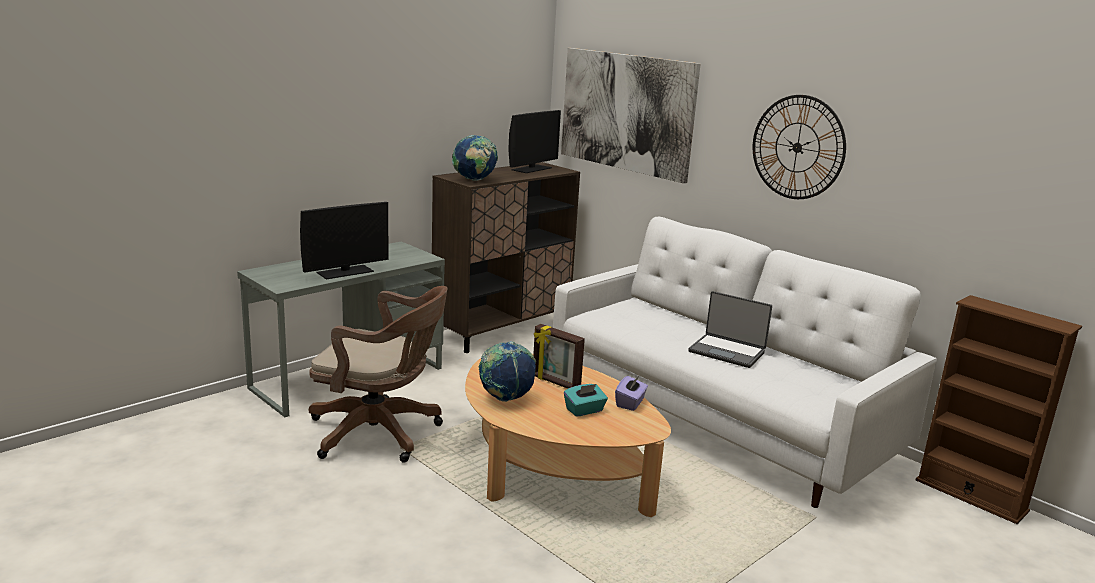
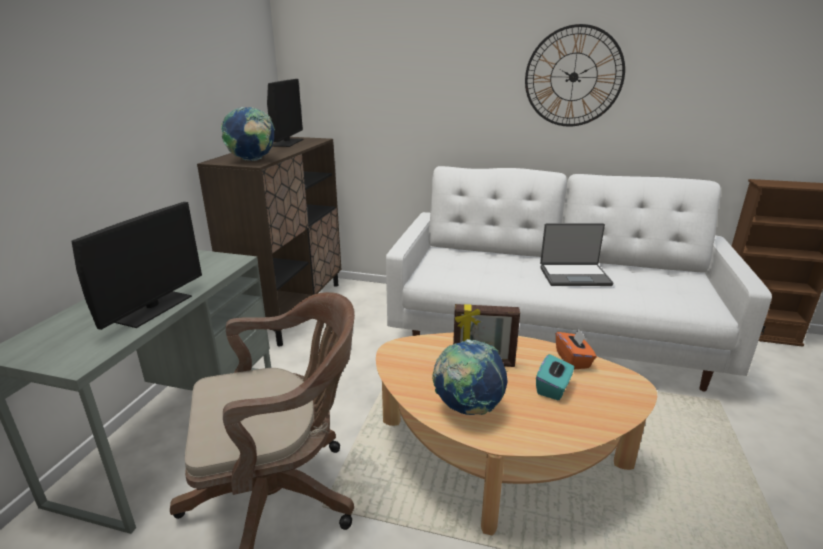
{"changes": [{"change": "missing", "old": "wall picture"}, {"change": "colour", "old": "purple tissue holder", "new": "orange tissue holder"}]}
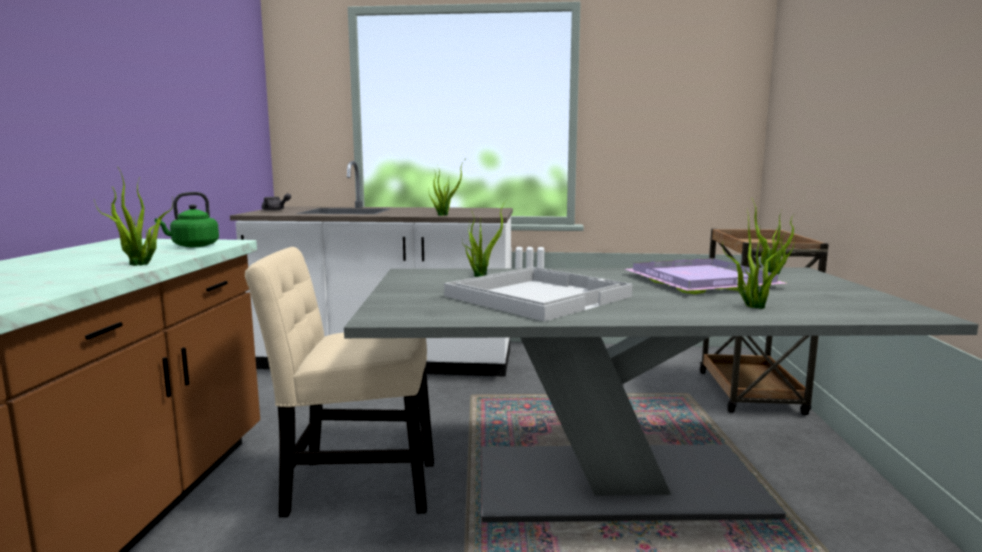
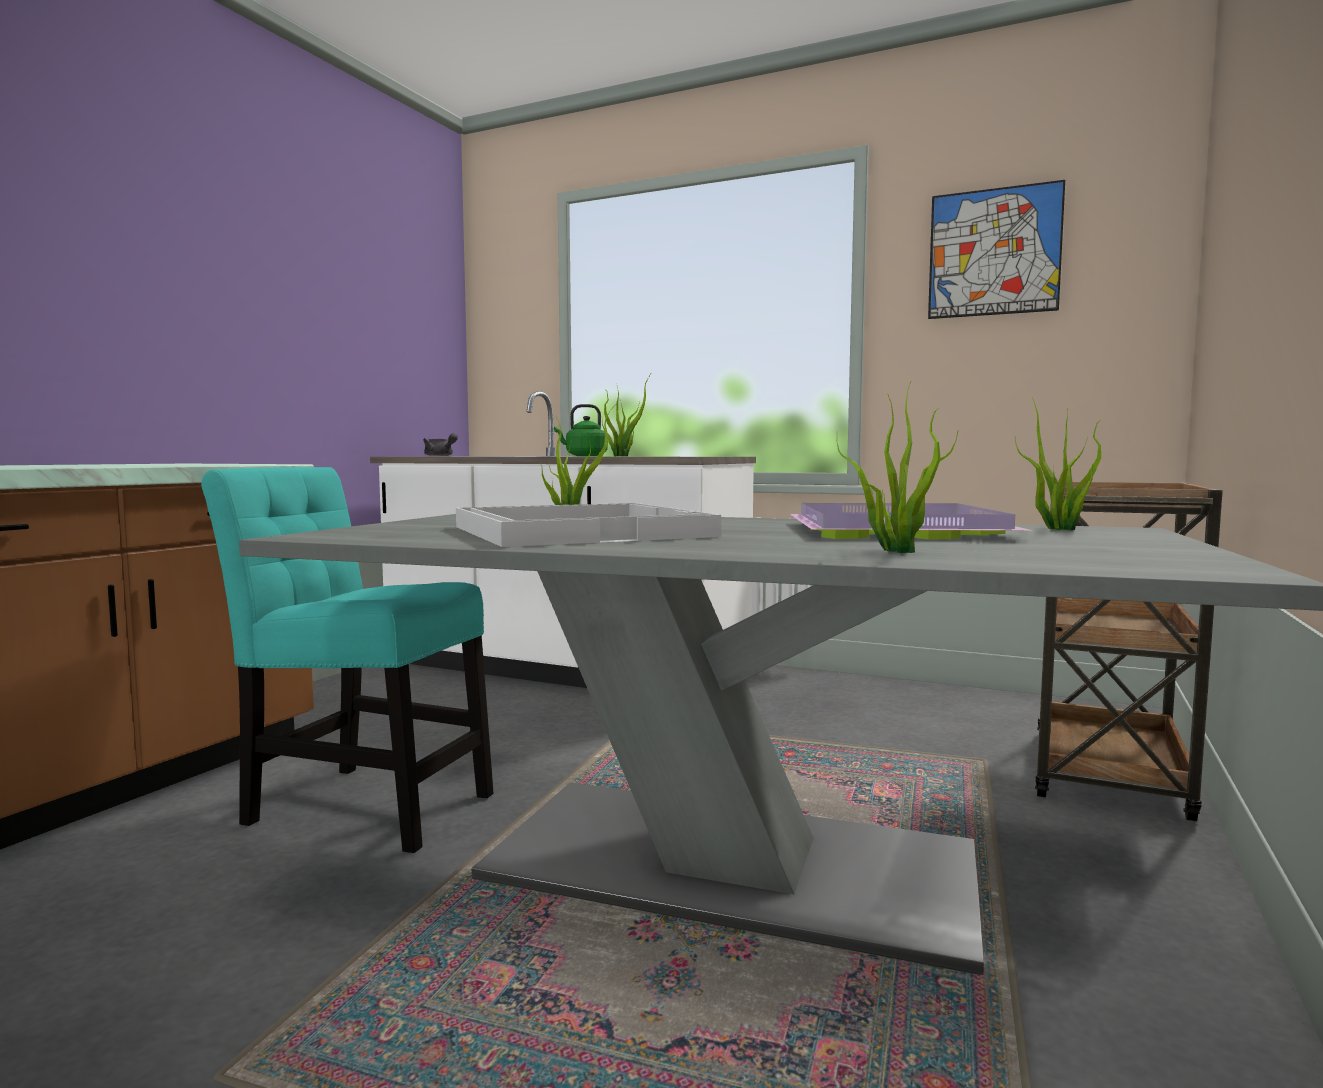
{"changes": [{"change": "missing", "old": "plant in a pot (no. 1 from left)"}, {"change": "appeared", "new": "wall picture"}, {"change": "relocated", "old": "green-coloured kettle"}, {"change": "colour", "old": "sand-coloured upright chair", "new": "blue-green upright chair"}]}
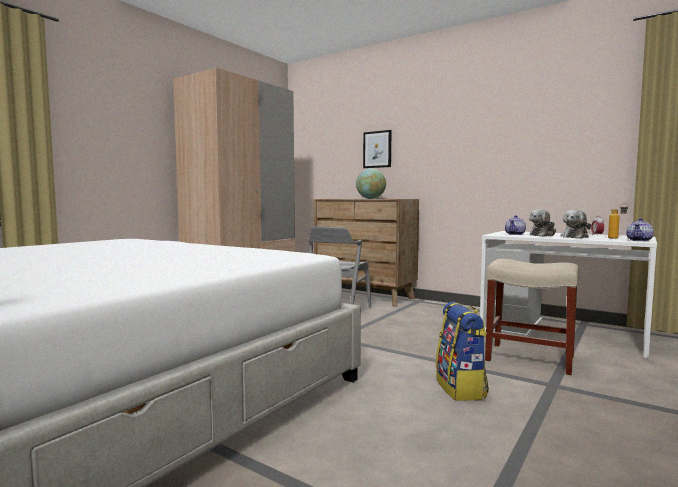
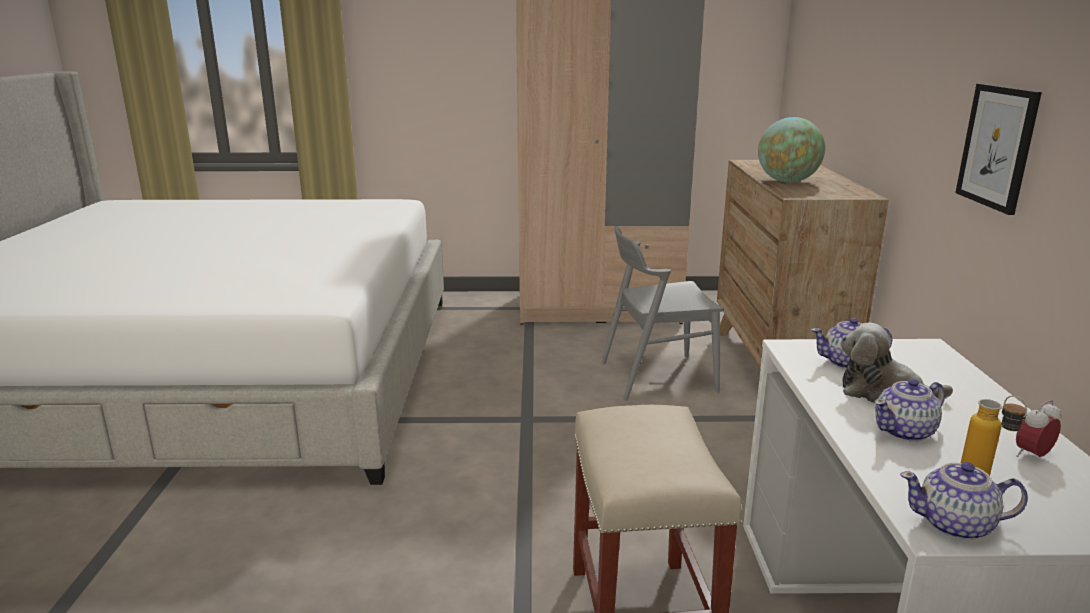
{"changes": [{"change": "missing", "old": "rucksack"}, {"change": "relocated", "old": "wall picture"}, {"change": "exchanged", "old": "plush toy (no. 2 from left)", "new": "tea pot (no. 2 from left)"}]}
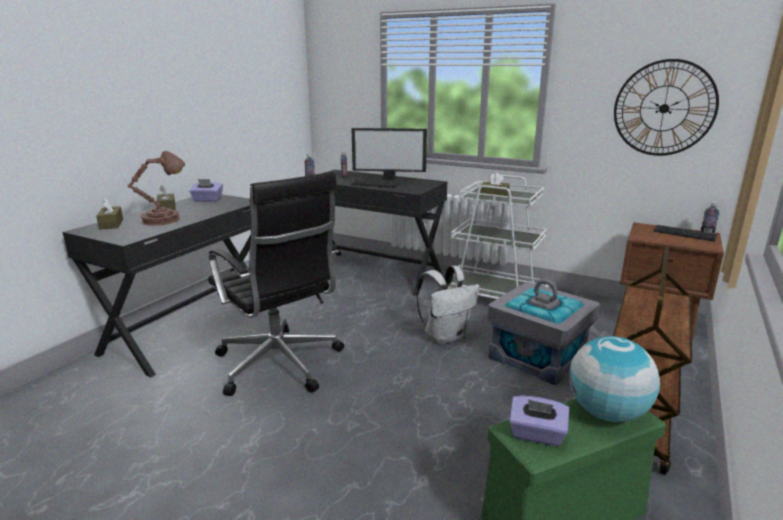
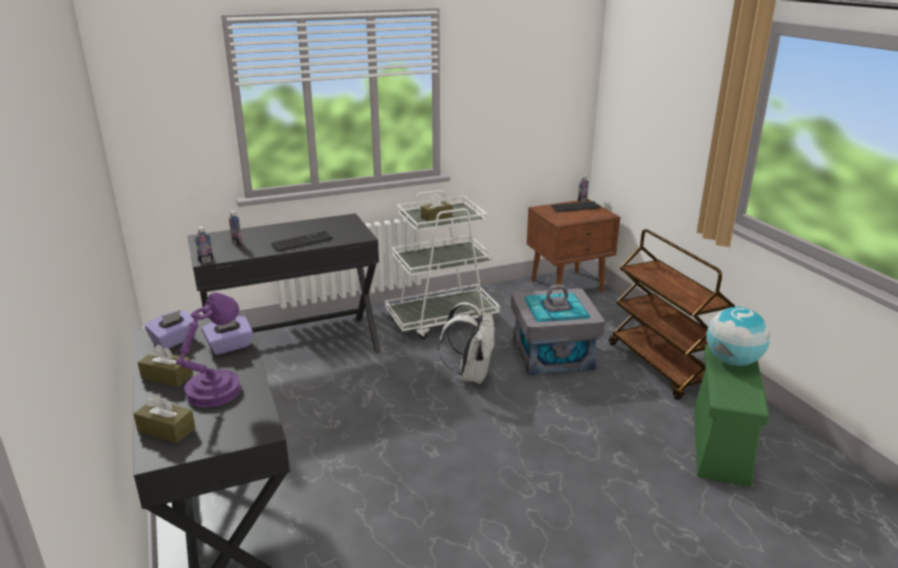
{"changes": [{"change": "missing", "old": "black computer chair"}, {"change": "missing", "old": "monitor"}, {"change": "missing", "old": "wall clock"}, {"change": "relocated", "old": "purple tissue holder (no. 2 from left)"}, {"change": "colour", "old": "brownish tabletop lamp", "new": "purple tabletop lamp"}]}
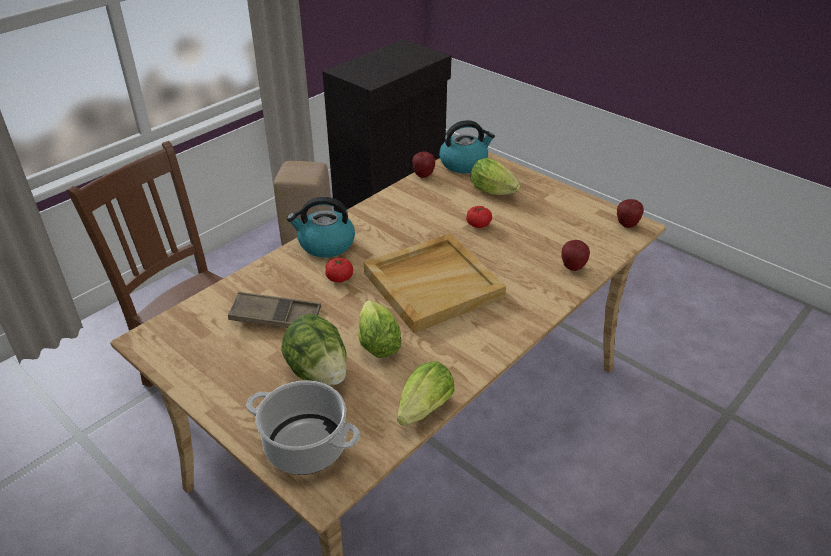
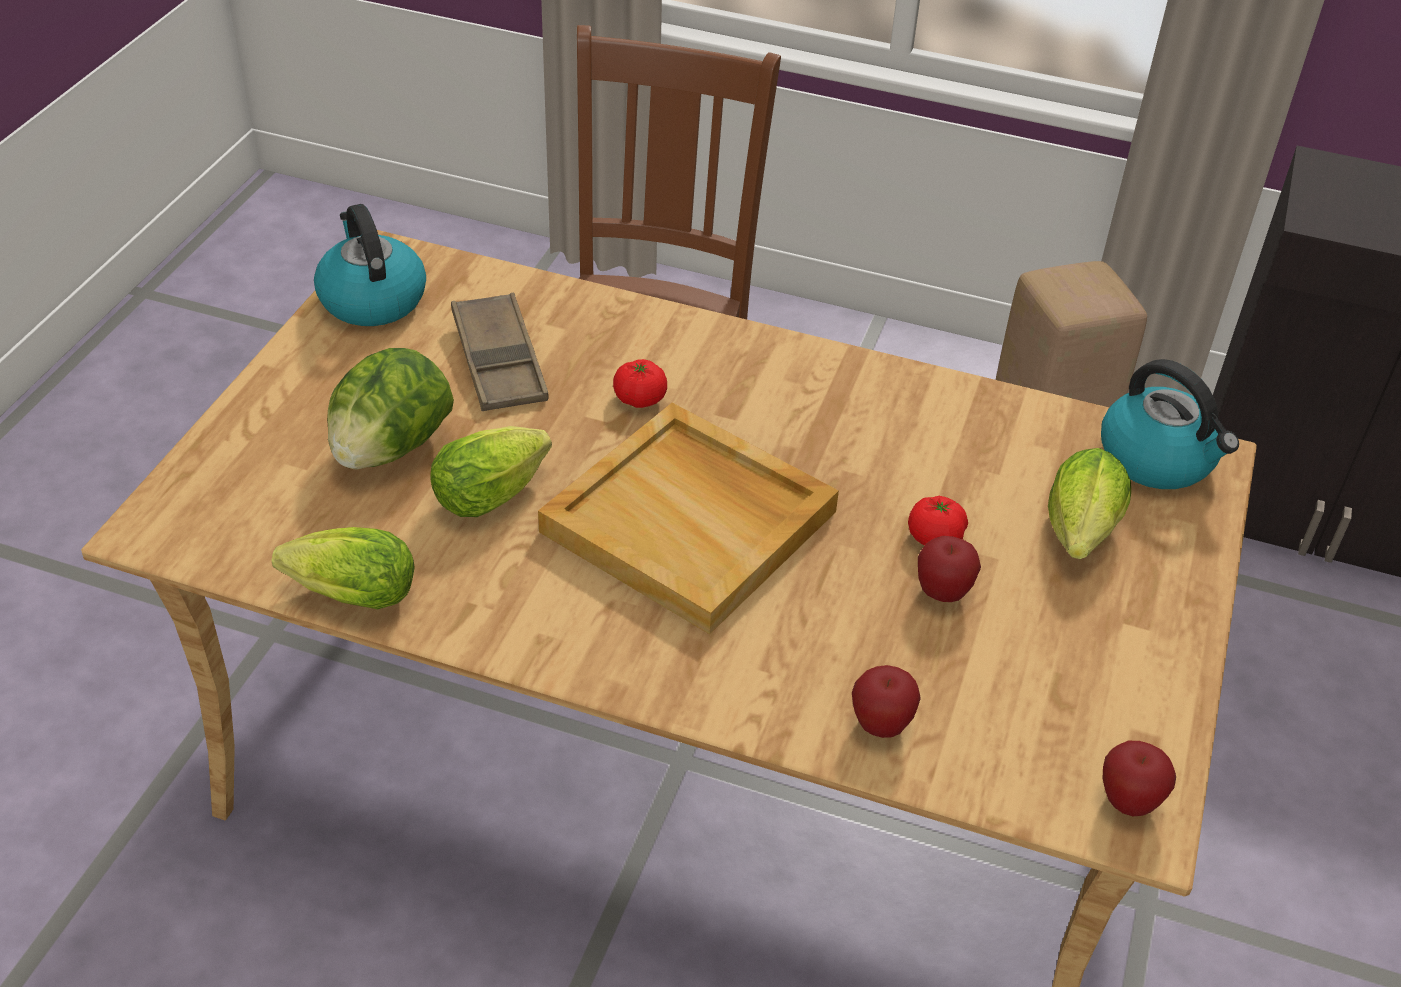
{"changes": [{"change": "missing", "old": "saucepot"}, {"change": "relocated", "old": "kettle (no. 1 from left)"}, {"change": "relocated", "old": "apple (no. 1 from left in the first image)", "new": "apple (no. 2 from left)"}]}
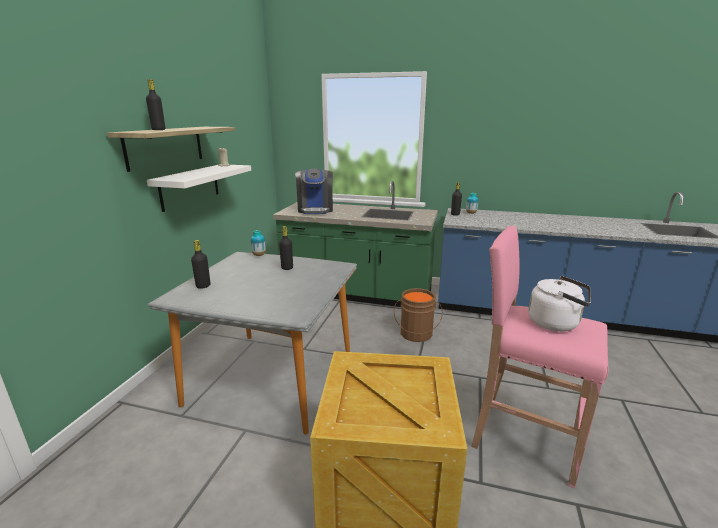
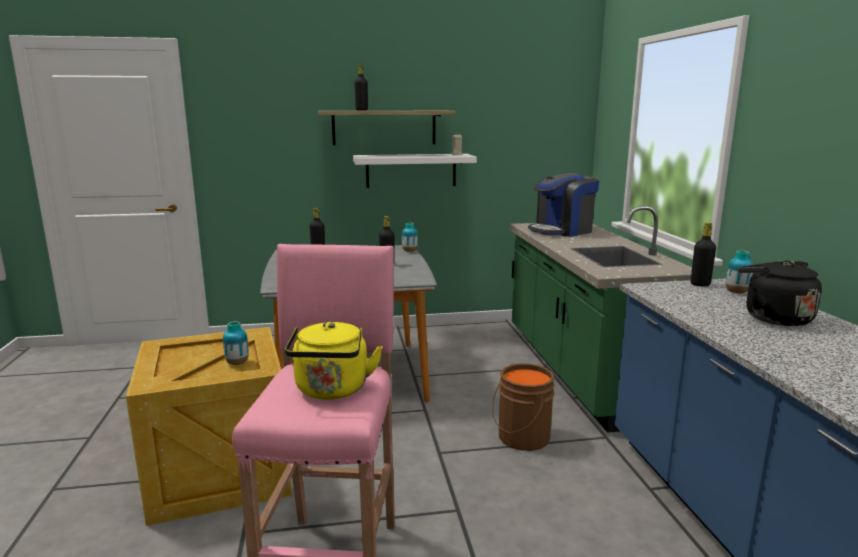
{"changes": [{"change": "appeared", "new": "decorative vase (no. 1 from left)"}, {"change": "appeared", "new": "black kettle"}, {"change": "colour", "old": "whitish kettle", "new": "yellowish kettle"}]}
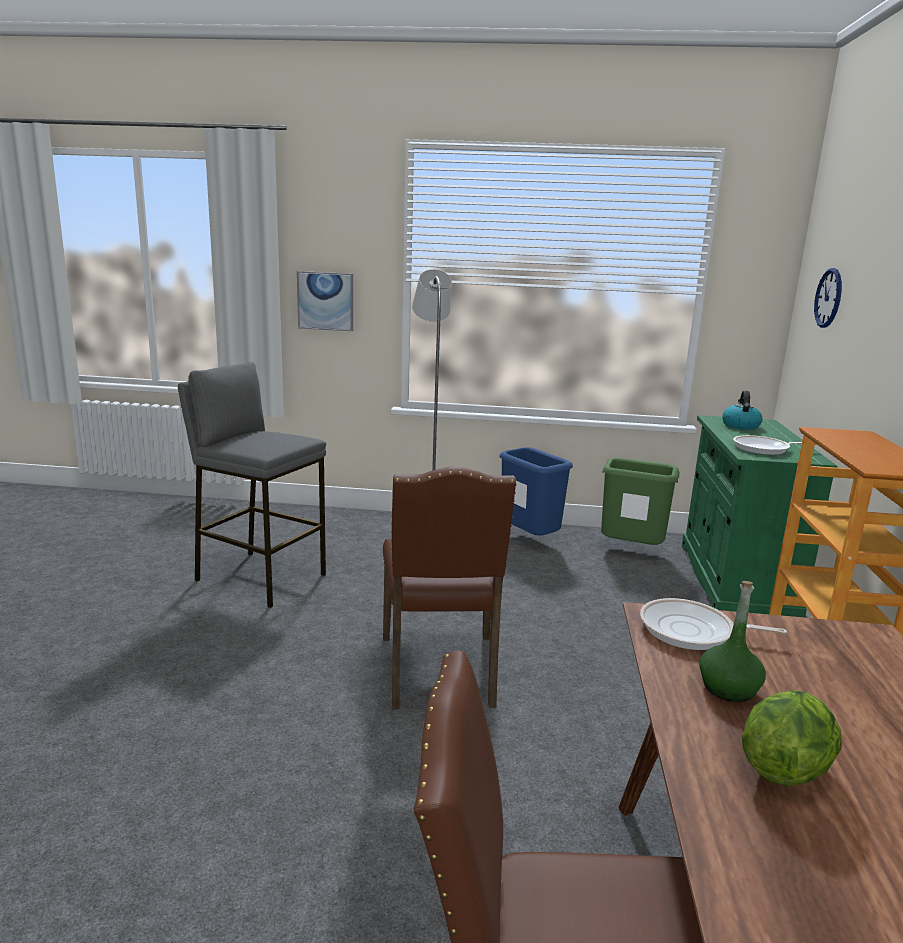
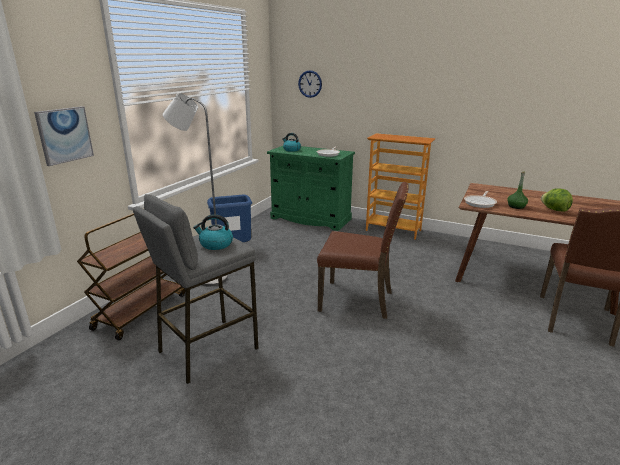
{"changes": [{"change": "missing", "old": "green-coloured trash can"}, {"change": "appeared", "new": "brownish wheeled cart"}, {"change": "appeared", "new": "kettle (no. 1 from left)"}]}
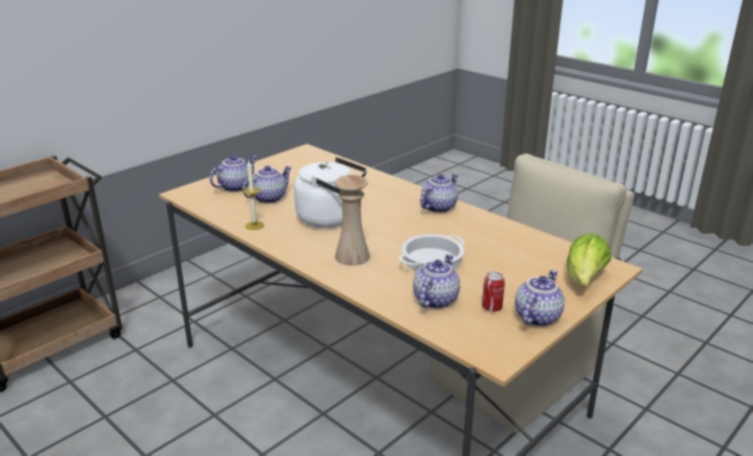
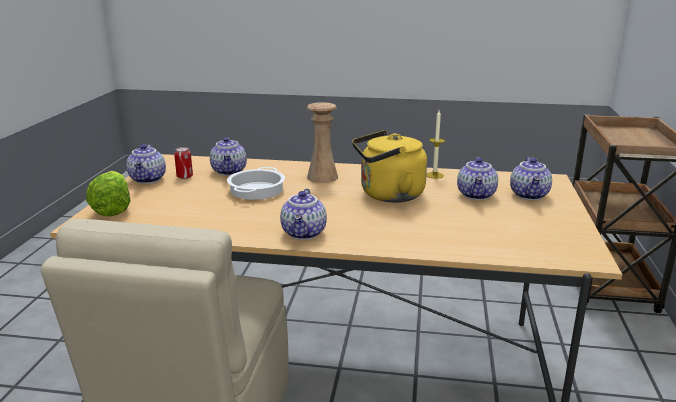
{"changes": [{"change": "colour", "old": "whitish kettle", "new": "yellowish kettle"}]}
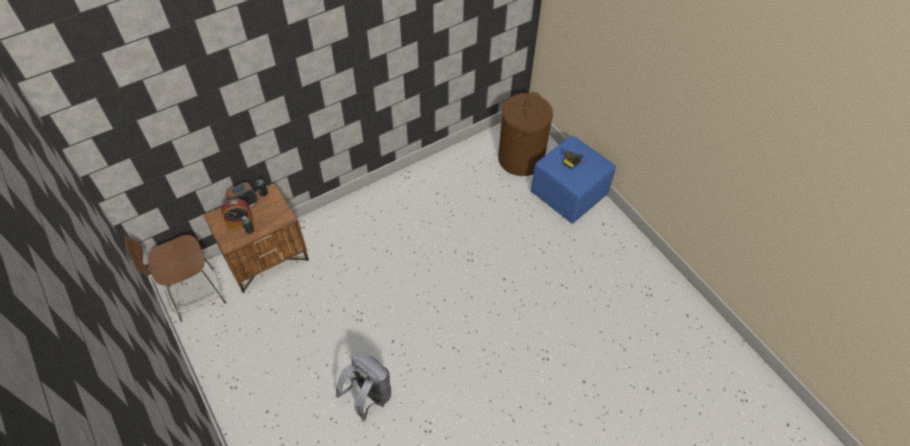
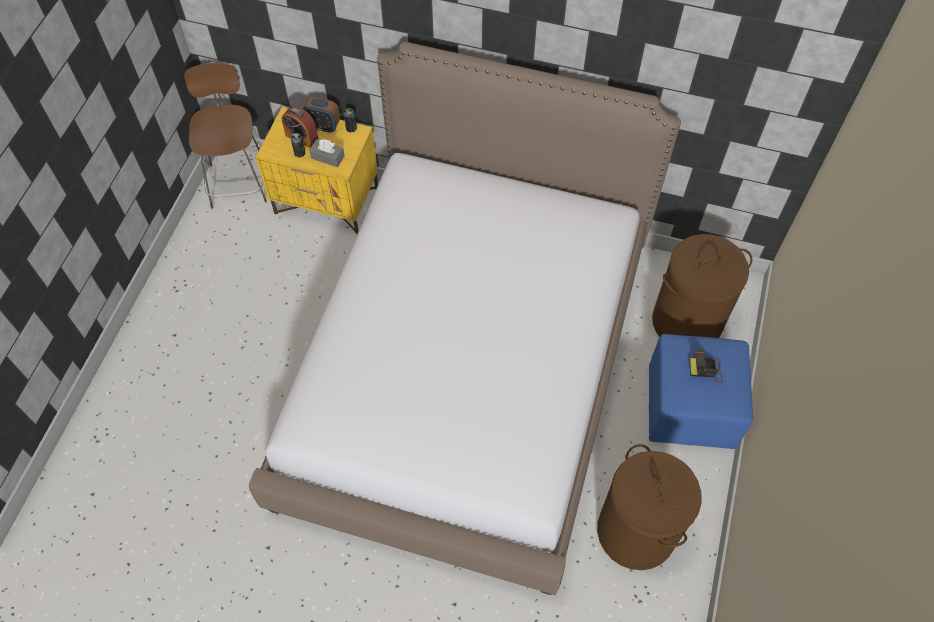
{"changes": [{"change": "missing", "old": "grey rucksack"}, {"change": "appeared", "new": "sleeping bed"}, {"change": "appeared", "new": "grey tissue holder"}, {"change": "appeared", "new": "brownish laundry basket (no. 1 from left)"}, {"change": "colour", "old": "brownish bedside table", "new": "yellowish bedside table"}, {"change": "spun", "old": "brownish upright chair", "degrees": 60}]}
